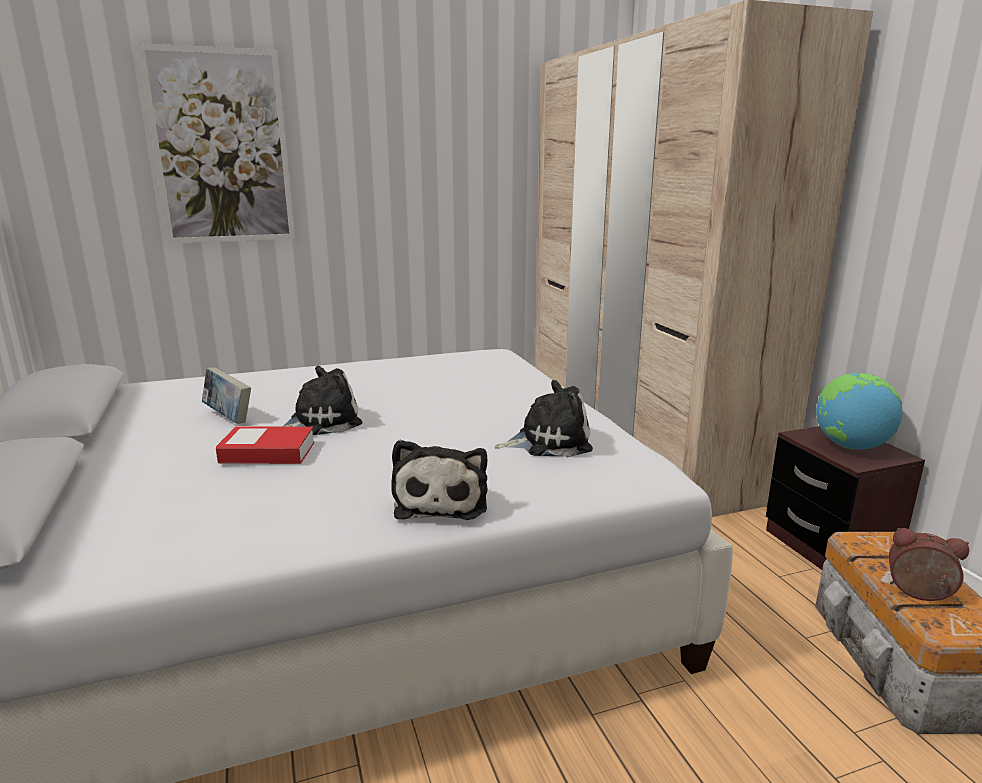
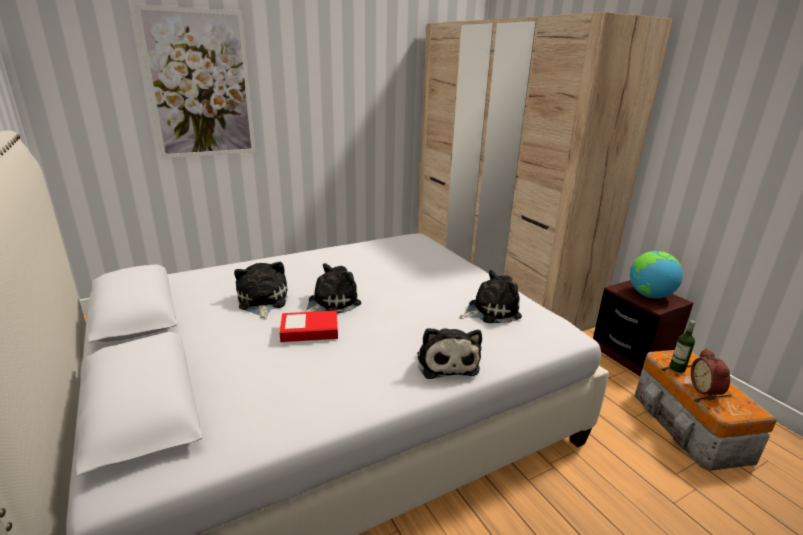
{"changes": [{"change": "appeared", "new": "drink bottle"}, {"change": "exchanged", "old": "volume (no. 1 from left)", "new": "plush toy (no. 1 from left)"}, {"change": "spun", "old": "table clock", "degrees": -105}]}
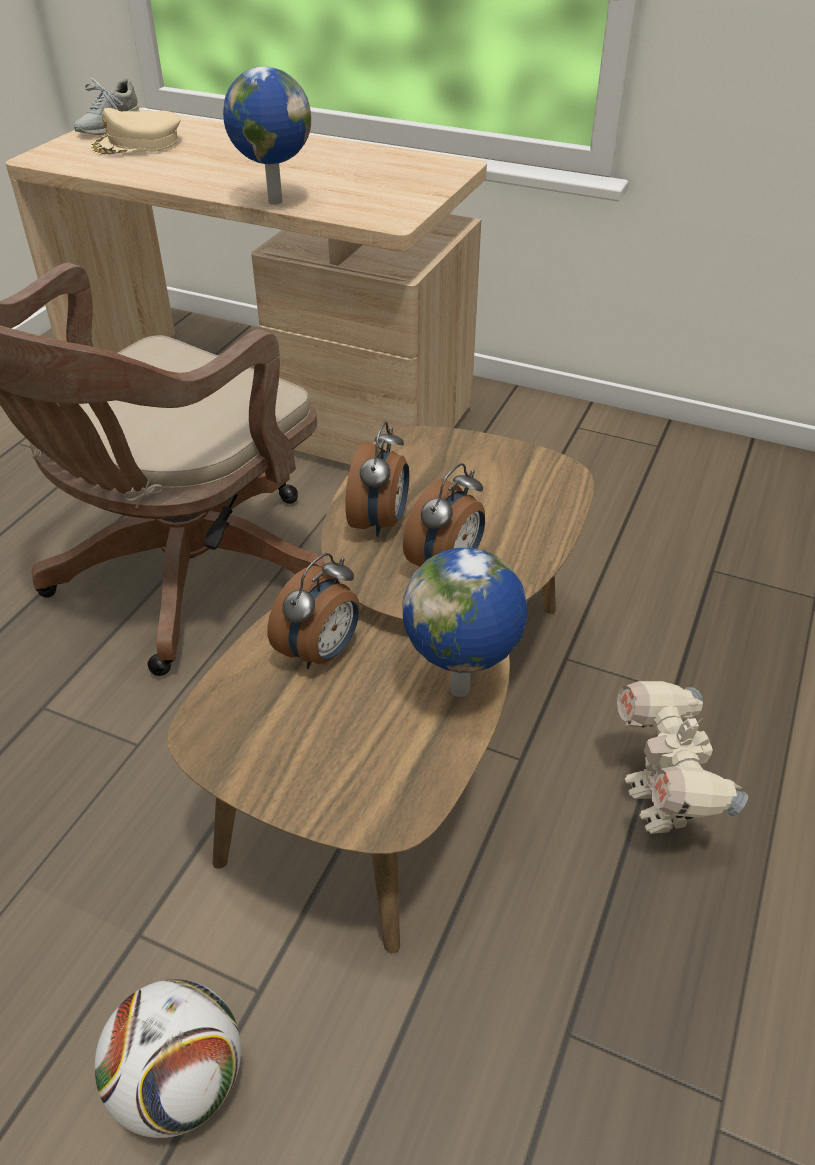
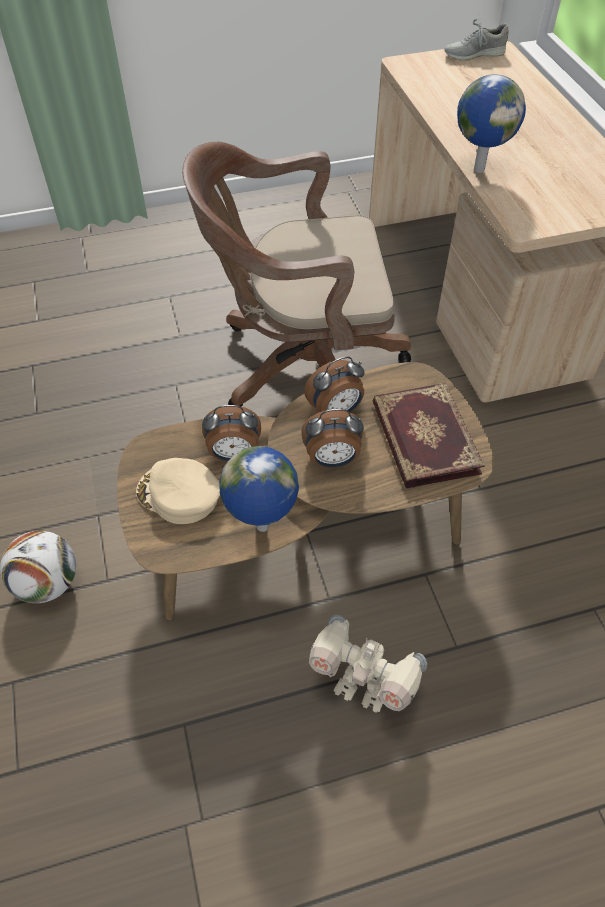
{"changes": [{"change": "appeared", "new": "volume"}, {"change": "relocated", "old": "sand-coloured cap"}, {"change": "spun", "old": "toy robot", "degrees": -105}]}
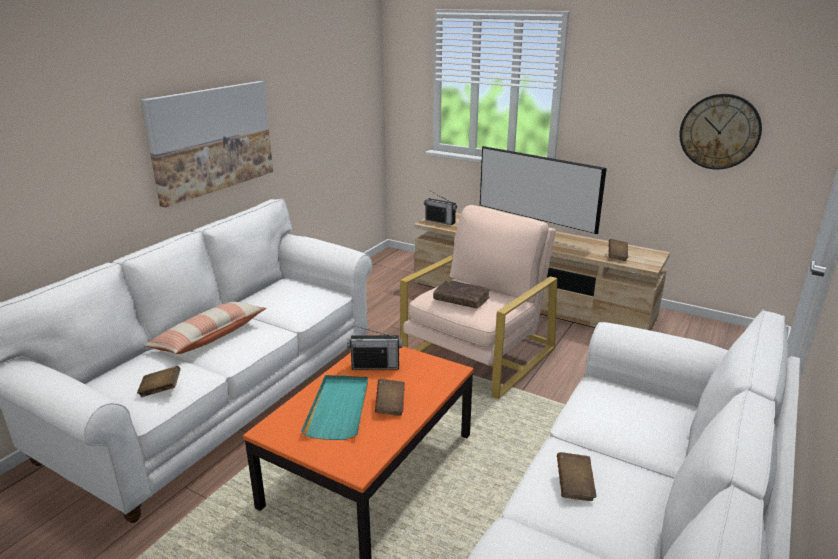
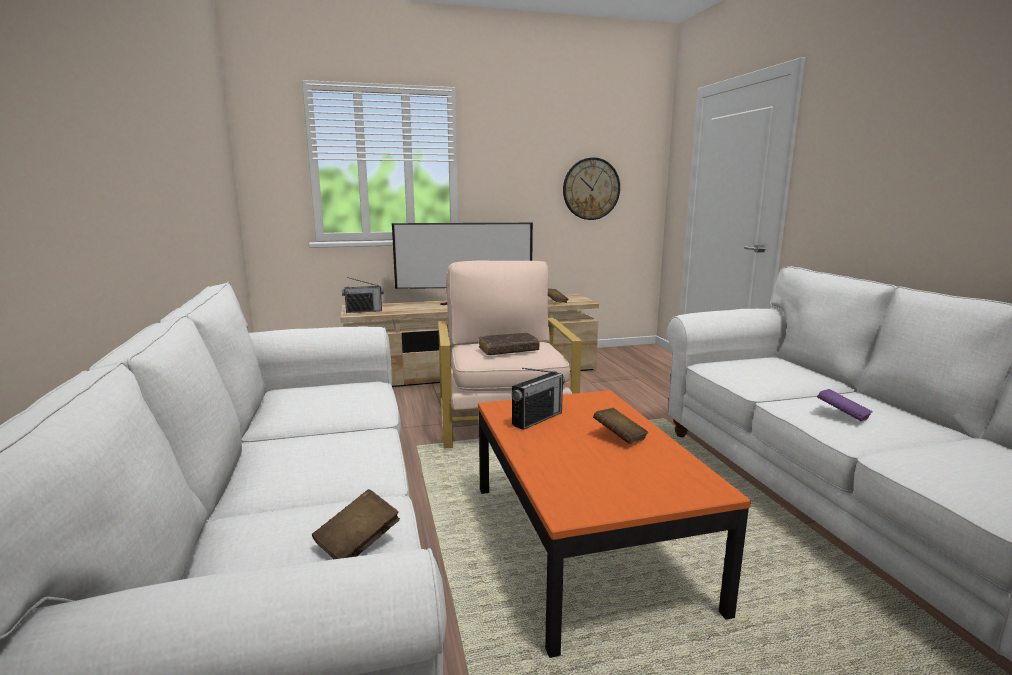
{"changes": [{"change": "missing", "old": "wall picture"}, {"change": "missing", "old": "pillow"}, {"change": "missing", "old": "blue-green tray"}, {"change": "colour", "old": "brownish volume (no. 4 from left)", "new": "purple volume"}]}
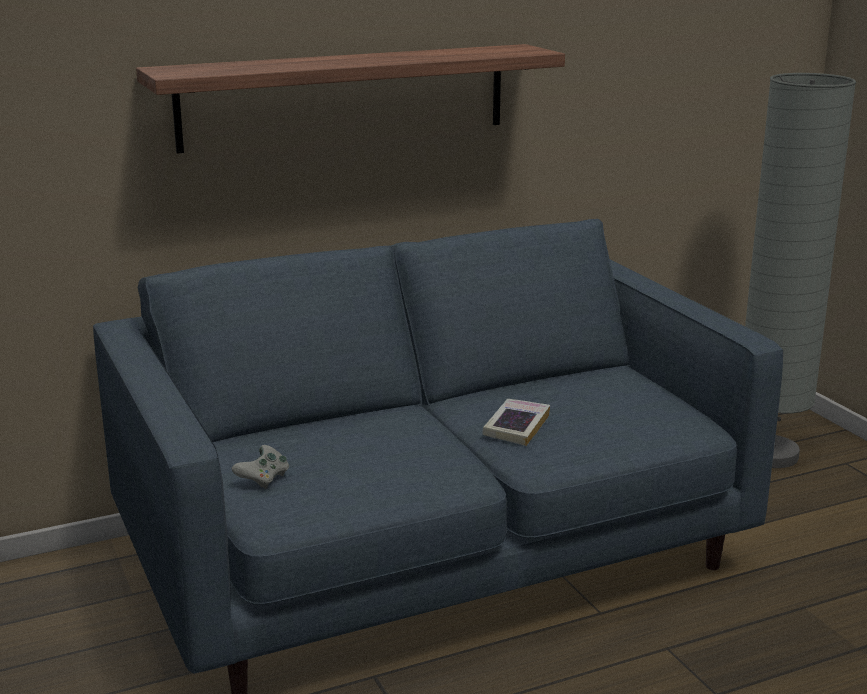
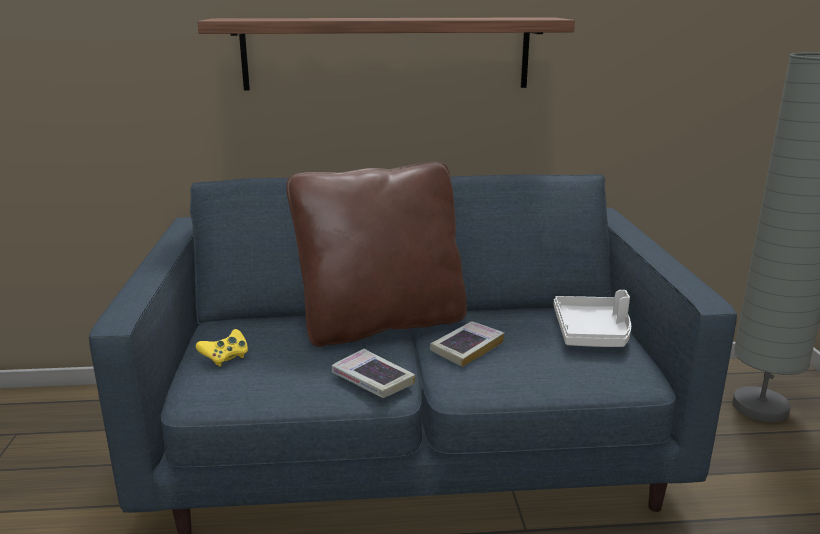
{"changes": [{"change": "appeared", "new": "brownish pillow"}, {"change": "appeared", "new": "volume (no. 1 from left)"}, {"change": "appeared", "new": "grey tray"}, {"change": "colour", "old": "grey game controller", "new": "yellowish game controller"}]}
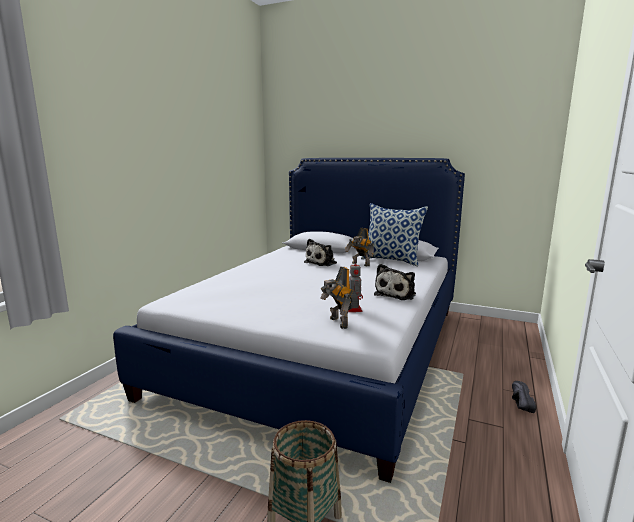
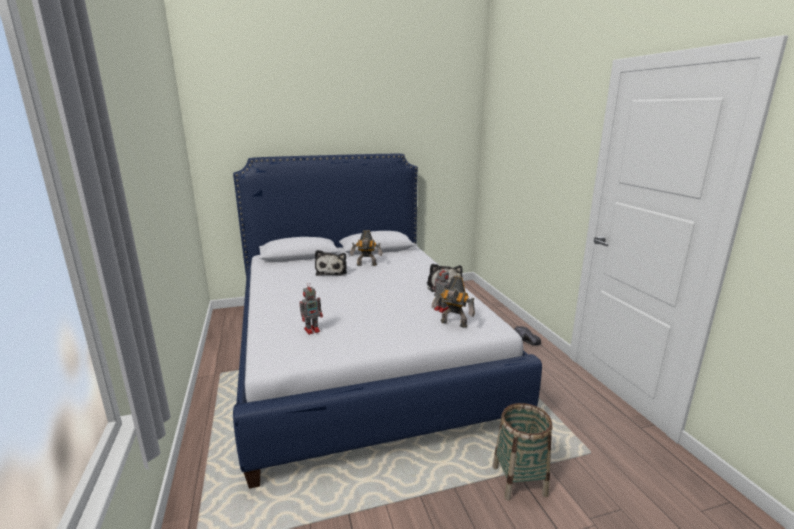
{"changes": [{"change": "missing", "old": "pillow"}, {"change": "appeared", "new": "toy robot (no. 1 from left)"}]}
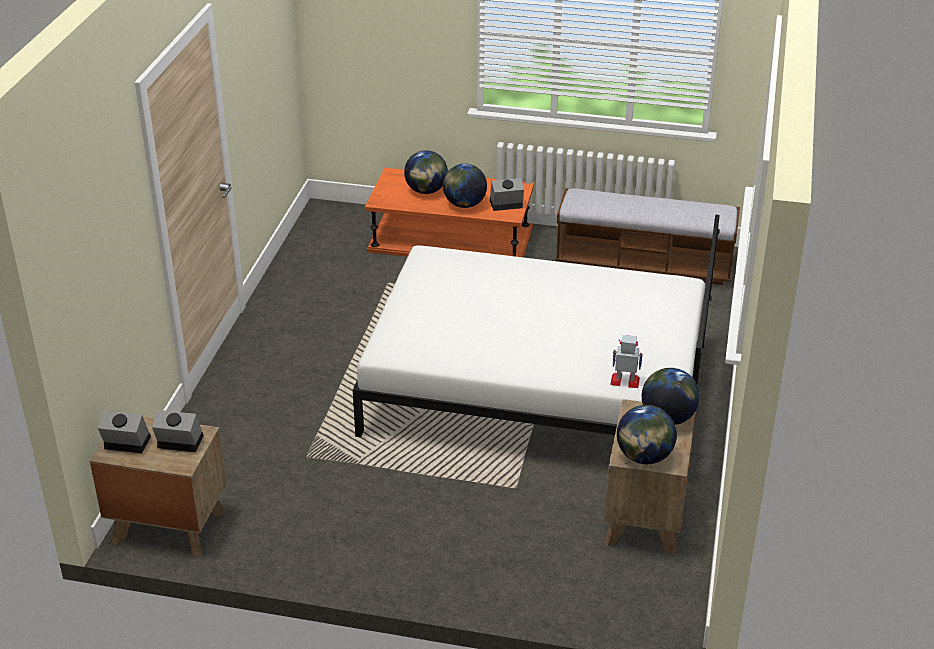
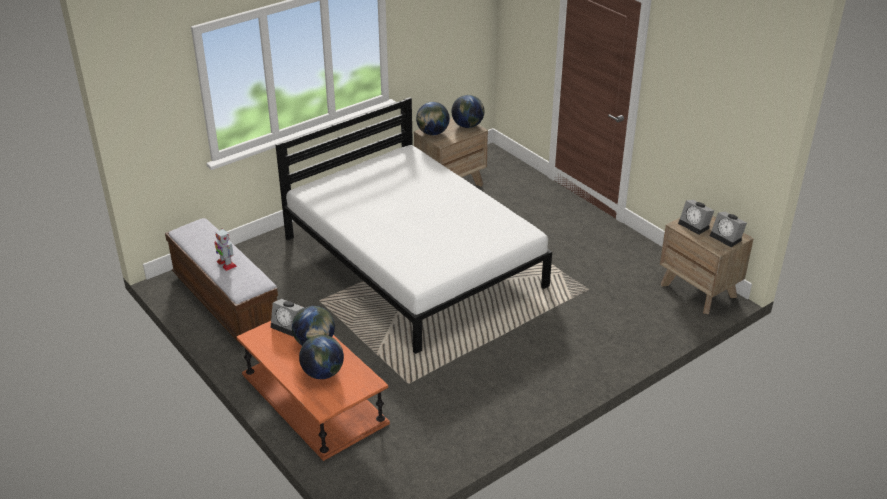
{"changes": [{"change": "relocated", "old": "toy robot"}]}
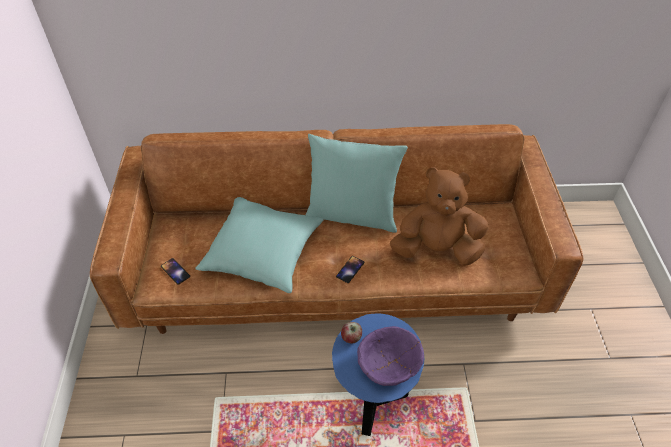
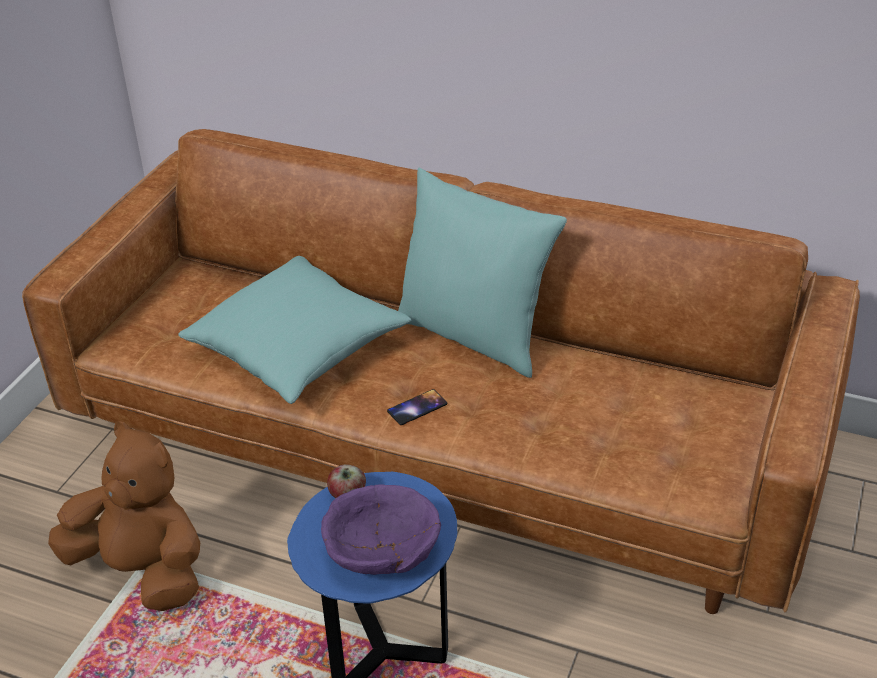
{"changes": [{"change": "missing", "old": "handset (no. 1 from left)"}, {"change": "relocated", "old": "brownish plush toy"}]}
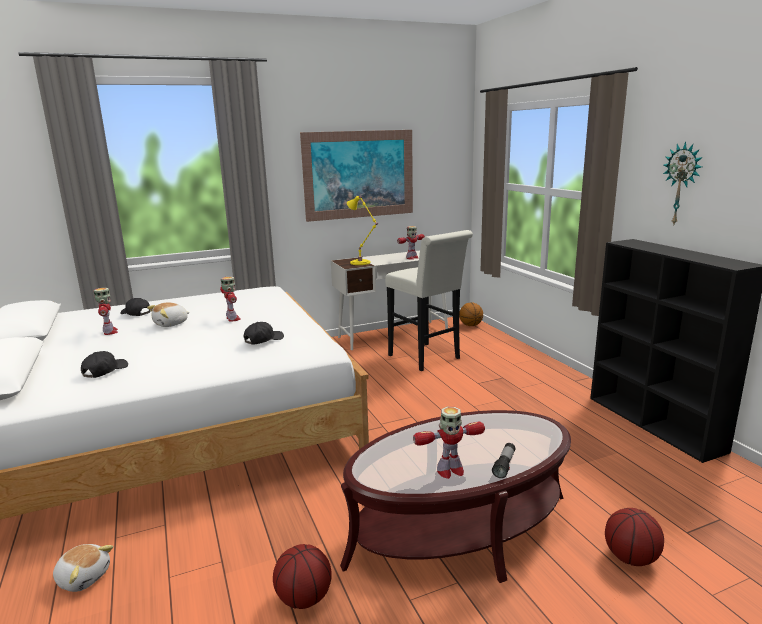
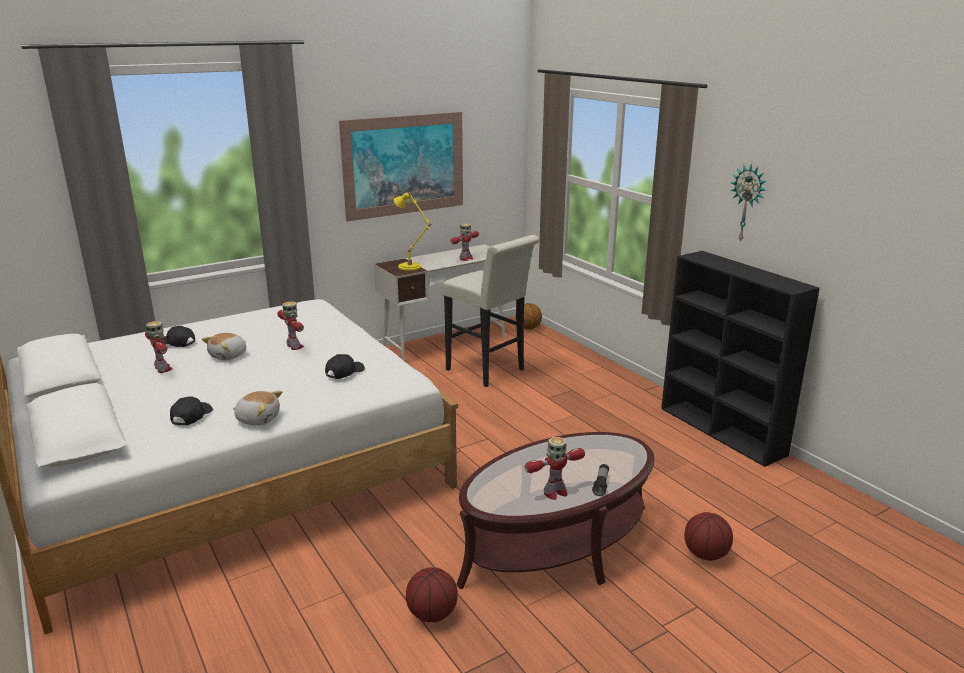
{"changes": [{"change": "relocated", "old": "plush toy (no. 1 from left in the first image)", "new": "plush toy (no. 2 from left)"}]}
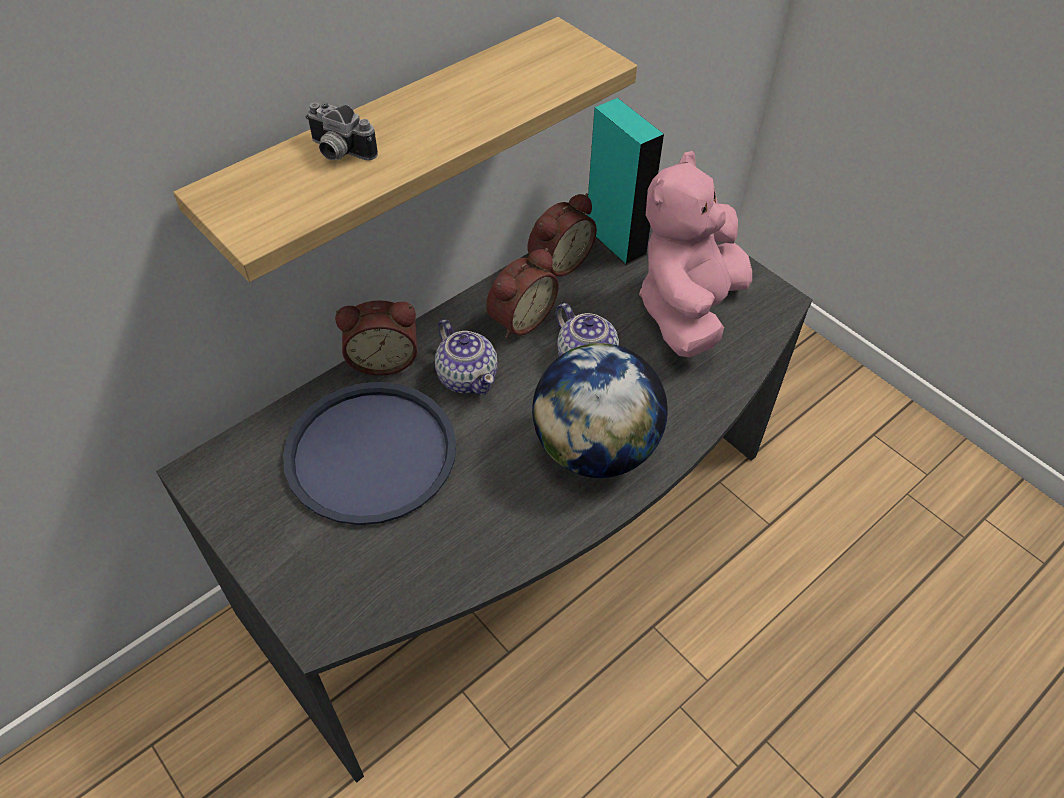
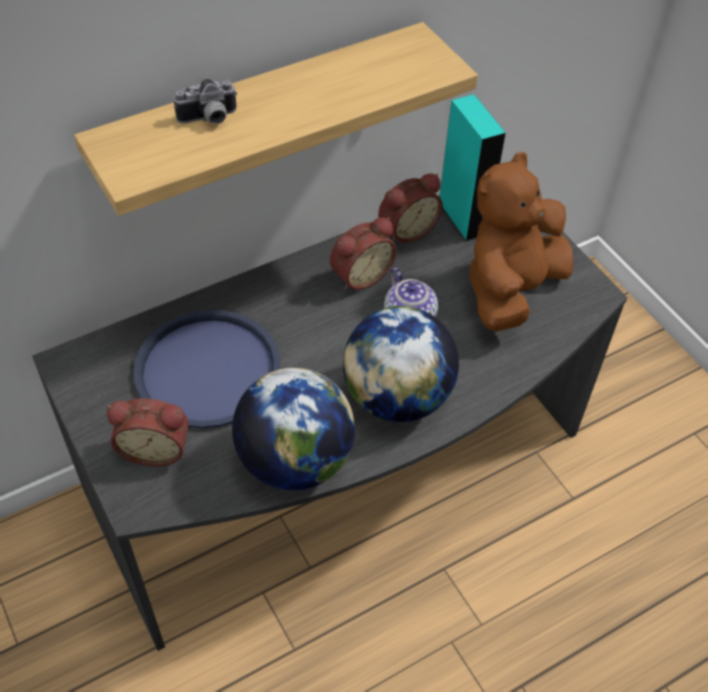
{"changes": [{"change": "missing", "old": "tea pot (no. 1 from left)"}, {"change": "appeared", "new": "world globe (no. 1 from left)"}, {"change": "relocated", "old": "table clock (no. 1 from left)"}, {"change": "colour", "old": "pinkish plush toy", "new": "brownish plush toy"}, {"change": "spun", "old": "photo camera", "degrees": -60}]}
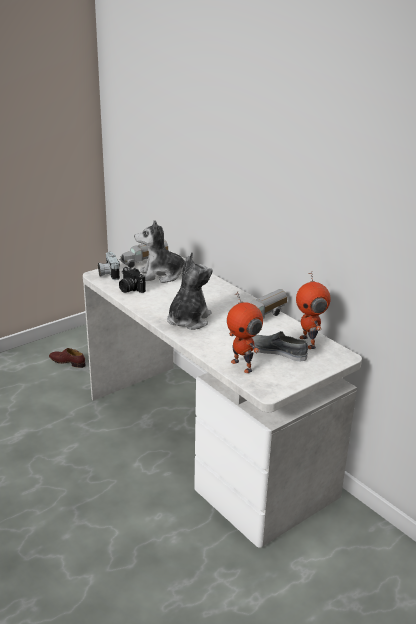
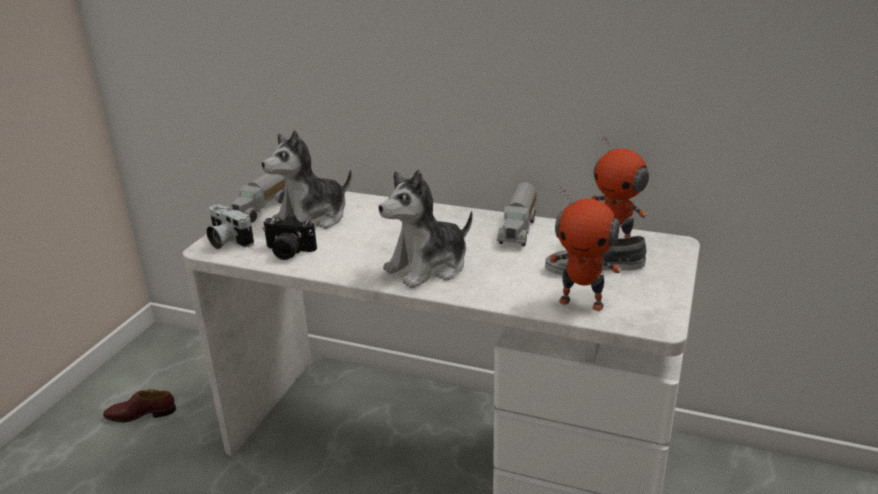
{"changes": [{"change": "spun", "old": "plush toy (no. 2 from left)", "degrees": -120}]}
